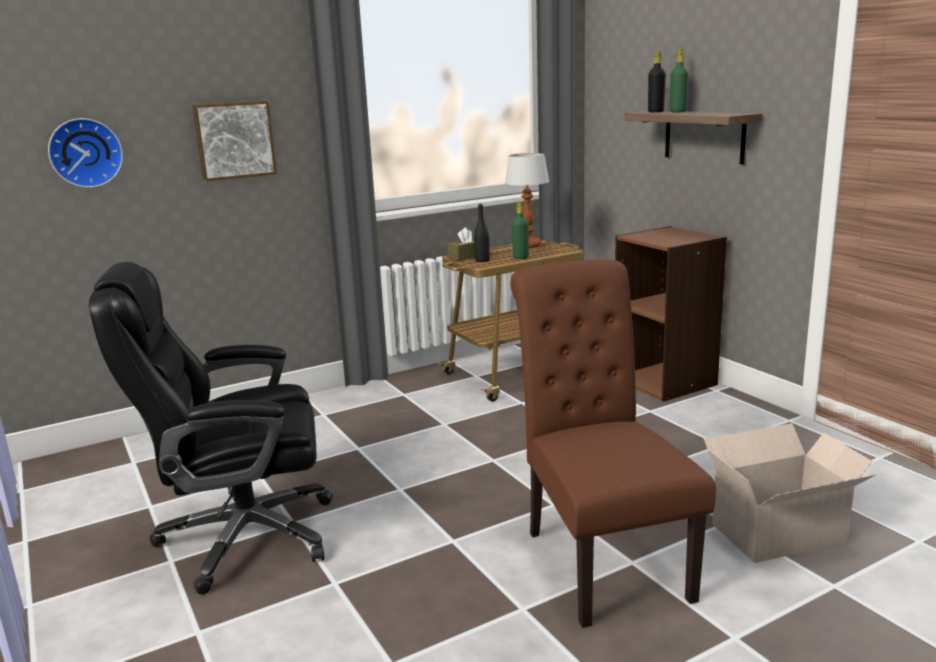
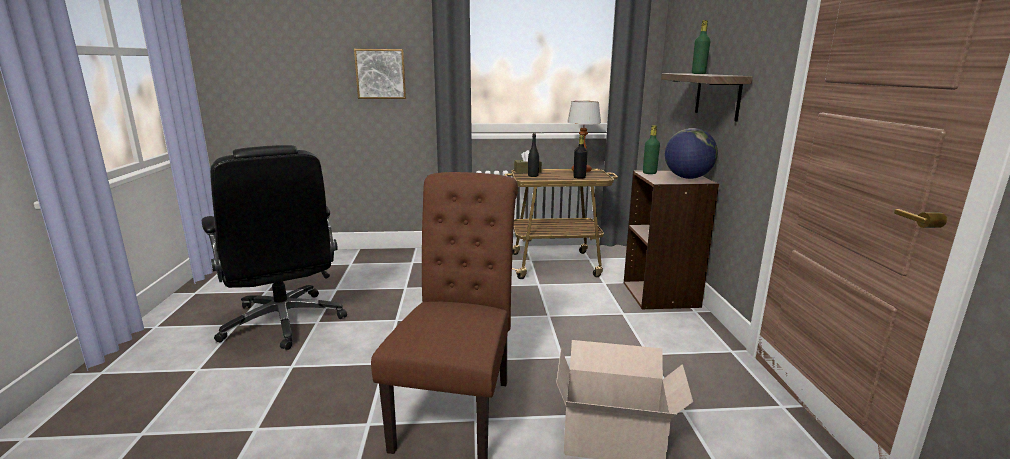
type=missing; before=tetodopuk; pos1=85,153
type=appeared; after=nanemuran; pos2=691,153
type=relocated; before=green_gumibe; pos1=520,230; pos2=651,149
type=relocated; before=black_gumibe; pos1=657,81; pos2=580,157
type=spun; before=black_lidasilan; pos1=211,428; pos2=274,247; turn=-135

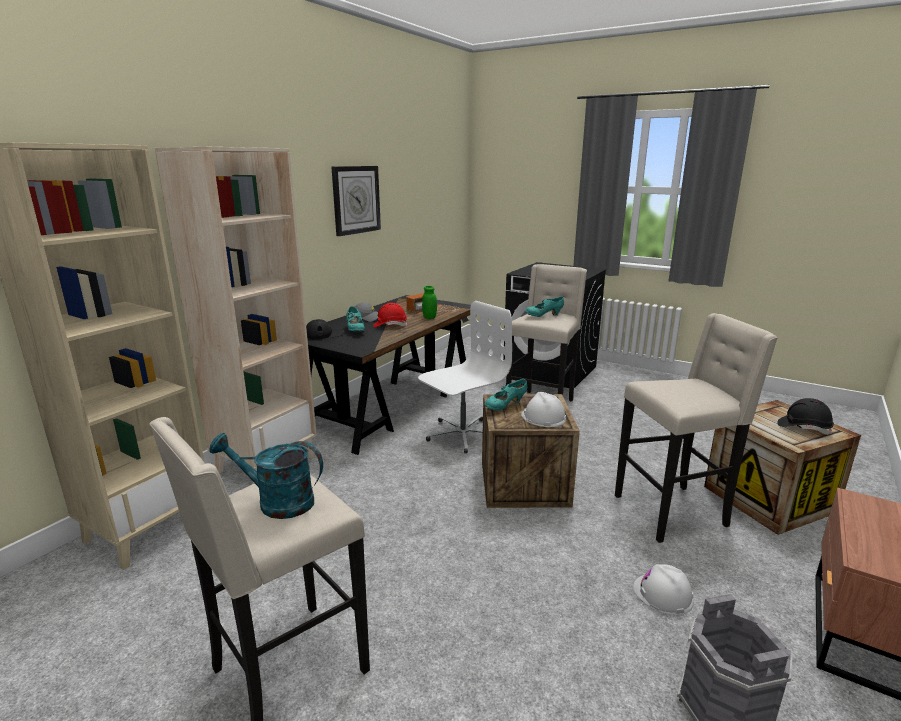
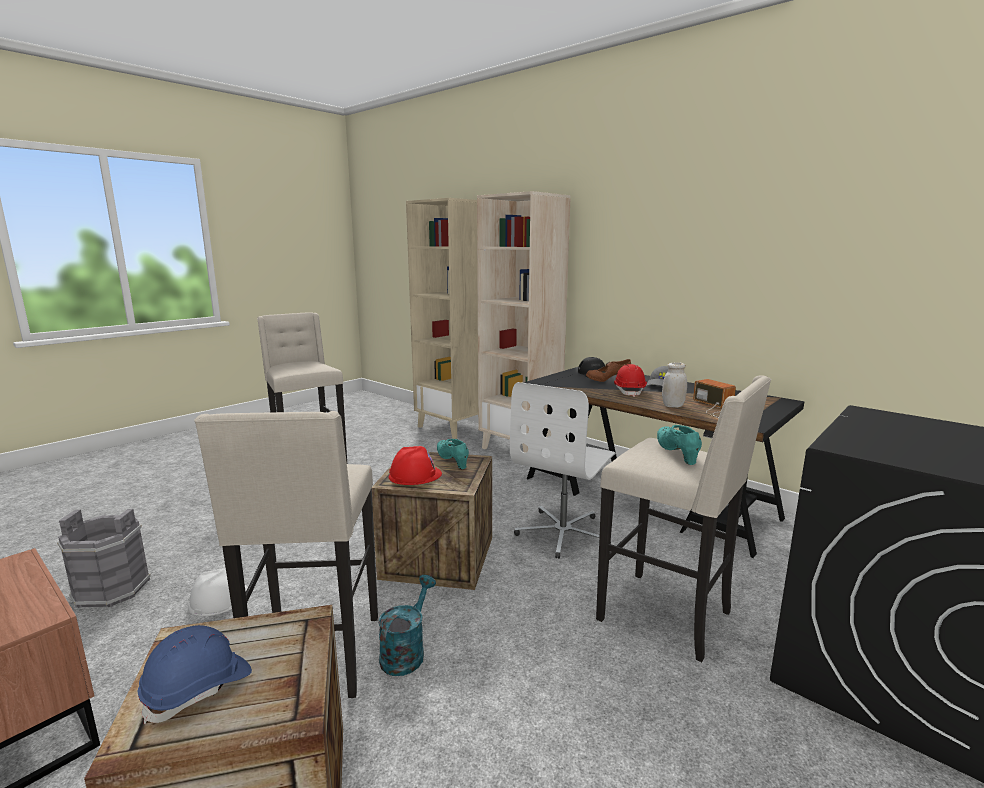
type=missing; before=tetodopuk; pos1=356,201
type=relocated; before=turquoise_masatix; pos1=266,476; pos2=407,625
type=colour; before=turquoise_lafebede; after=brown_lafebede; pos1=355,319; pos2=608,370
type=colour; before=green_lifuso; after=white_lifuso; pos1=429,302; pos2=674,384
type=colour; before=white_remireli; after=red_remireli; pos1=543,409; pos2=415,465
type=colour; before=black_remireli; after=blue_remireli; pos1=805,416; pos2=195,674
type=spun; before=white_lidasilan; pos1=465,377; pos2=563,470; turn=60

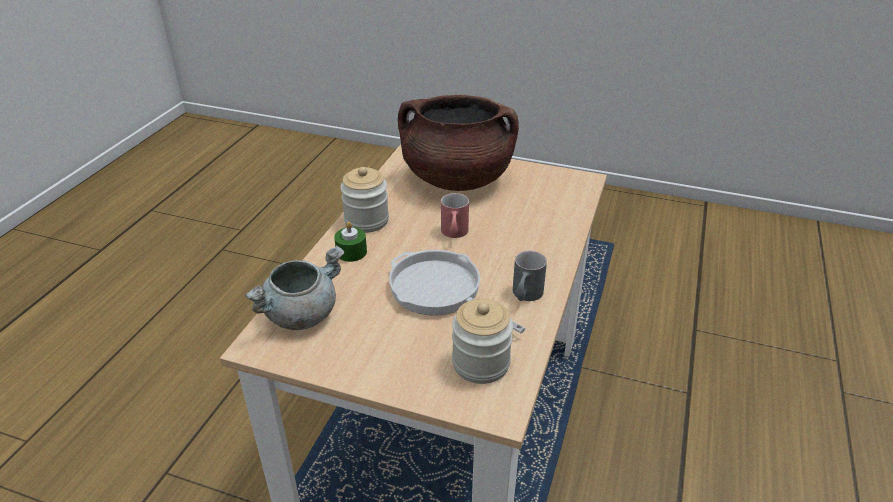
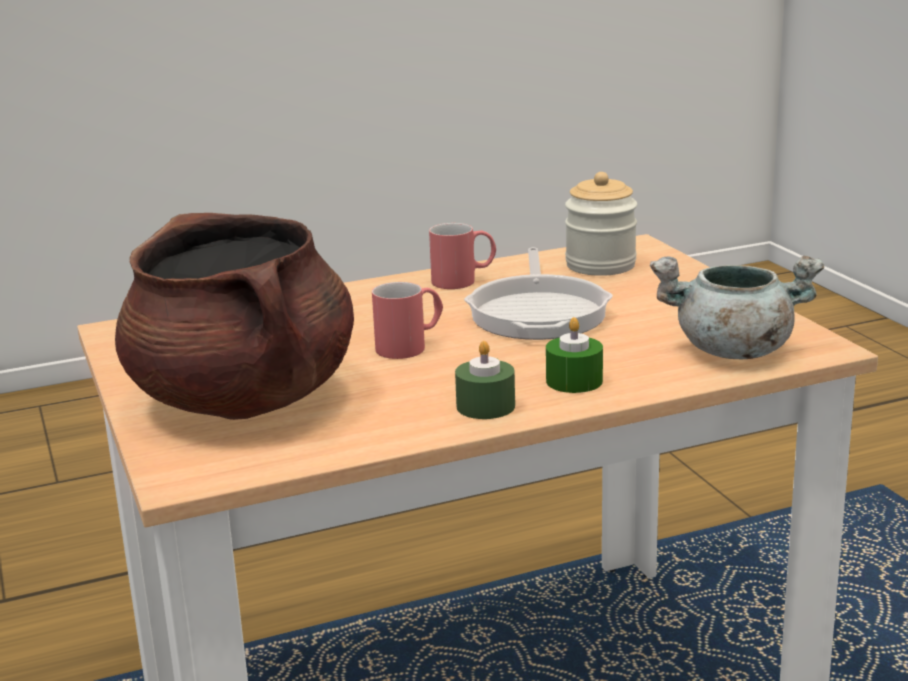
type=exchanged; before=lifuso; after=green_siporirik; pos1=364,200; pos2=485,380
type=colour; before=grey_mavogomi; after=red_mavogomi; pos1=530,276; pos2=462,256

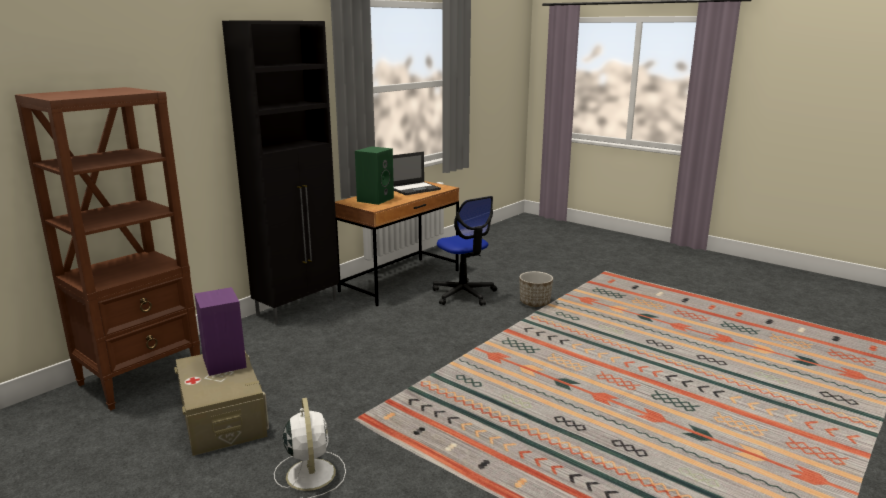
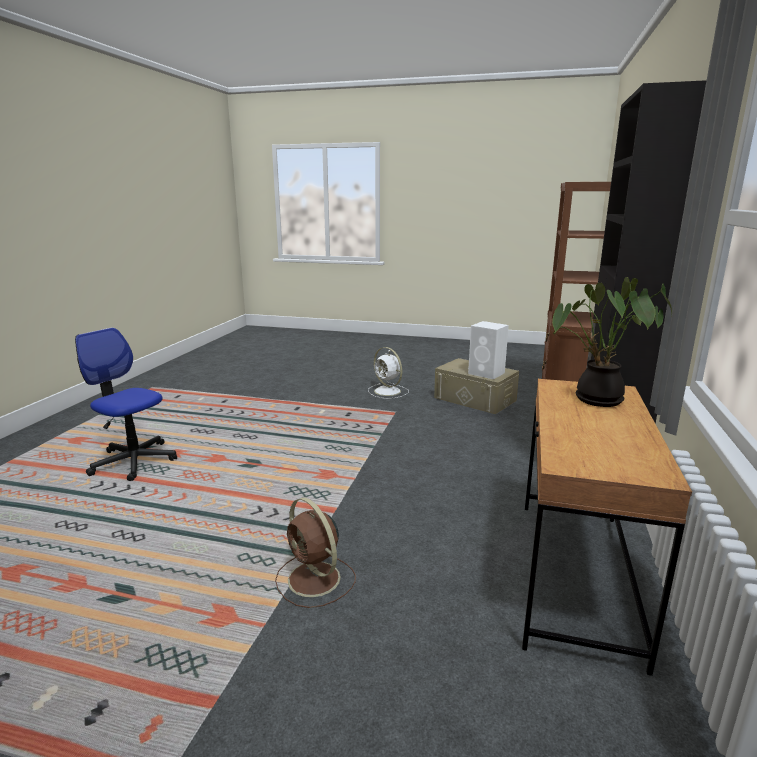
type=missing; before=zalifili; pos1=417,173
type=relocated; before=lidasilan; pos1=464,251; pos2=126,404
type=exchanged; before=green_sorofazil; after=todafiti; pos1=374,175; pos2=612,342
type=exchanged; before=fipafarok; after=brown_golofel; pos1=536,289; pos2=315,552
type=colour; before=purple_sorofazil; after=white_sorofazil; pos1=220,331; pos2=488,350

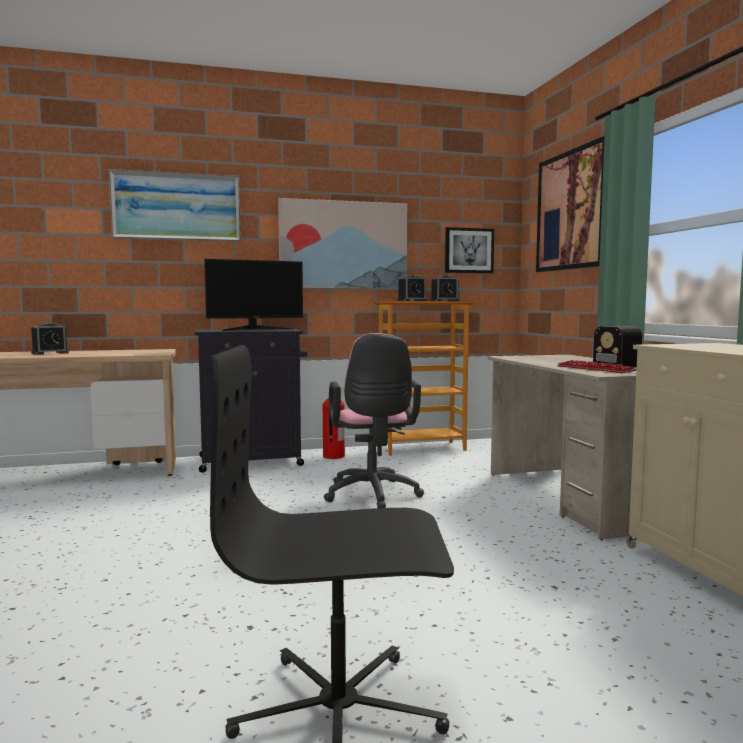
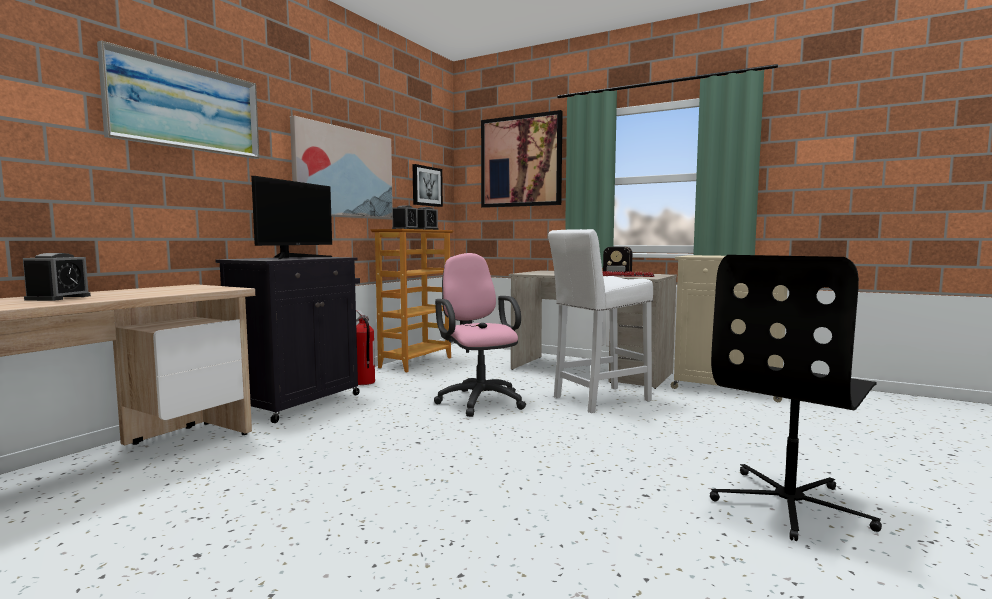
type=appeared; after=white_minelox; pos2=600,321
type=spun; before=pink_lidasilan; pos1=374,420; pos2=480,335; turn=-150

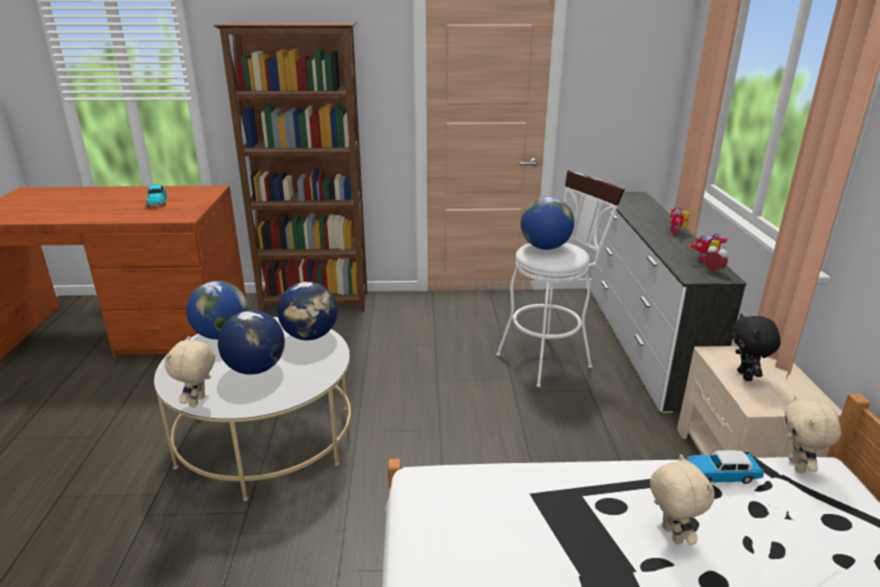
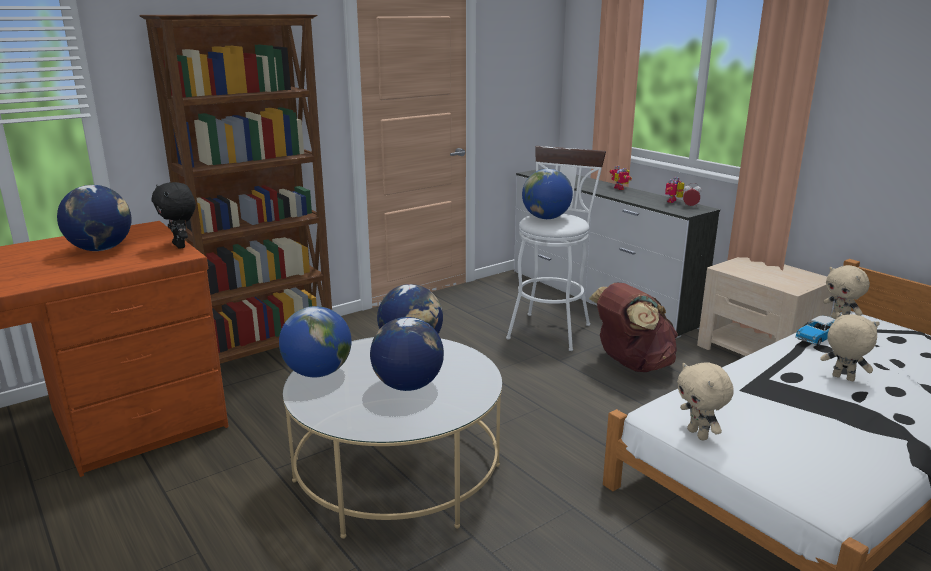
type=appeared; after=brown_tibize; pos2=633,327
type=relocated; before=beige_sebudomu; pos1=190,371; pos2=705,401
type=relocated; before=black_sebudomu; pos1=756,347; pos2=174,215
type=exchanged; before=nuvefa; after=nanemuran; pos1=156,195; pos2=94,218

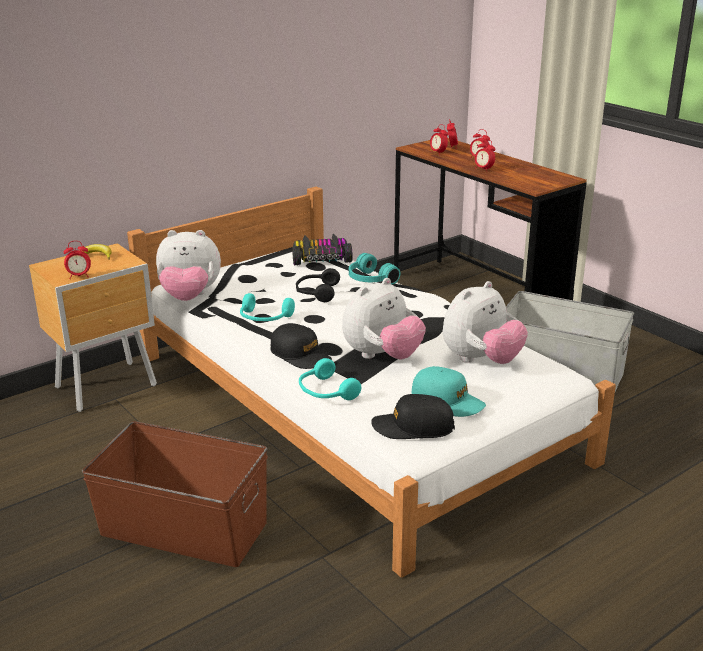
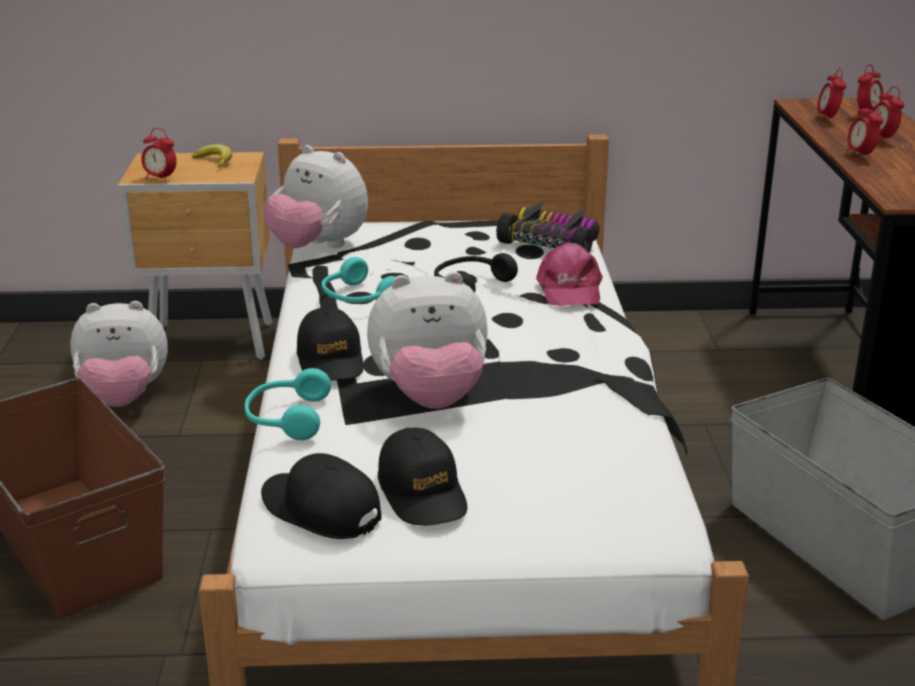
type=relocated; before=sebudomu; pos1=485,322; pos2=119,354
type=exchanged; before=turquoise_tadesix; after=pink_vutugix; pos1=374,269; pos2=569,274
type=colour; before=turquoise_vutugix; after=black_vutugix; pos1=448,391; pos2=422,477

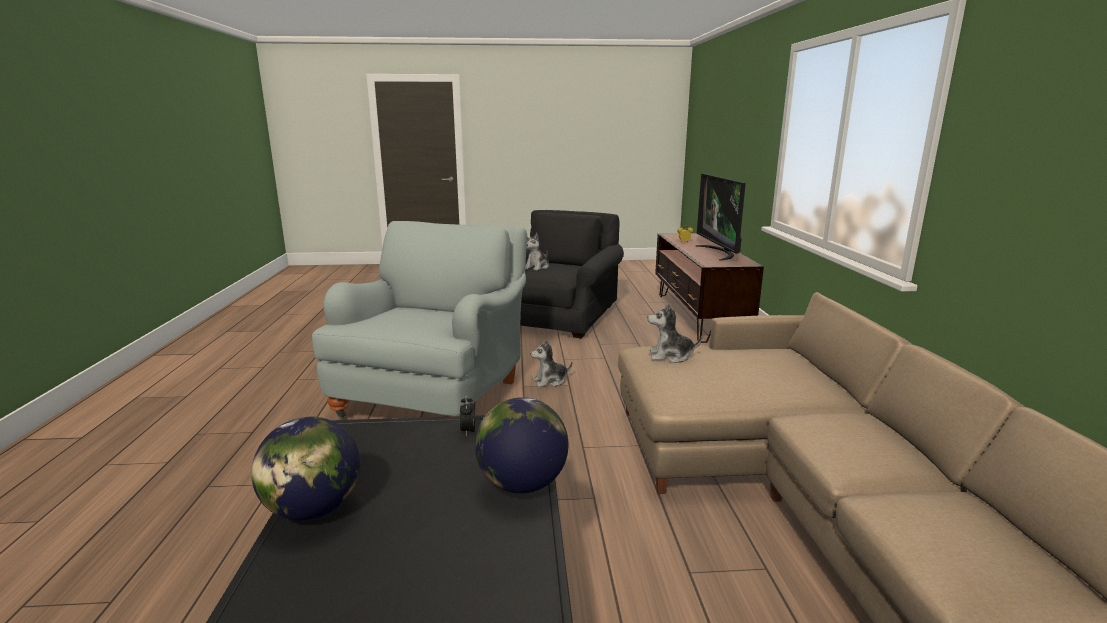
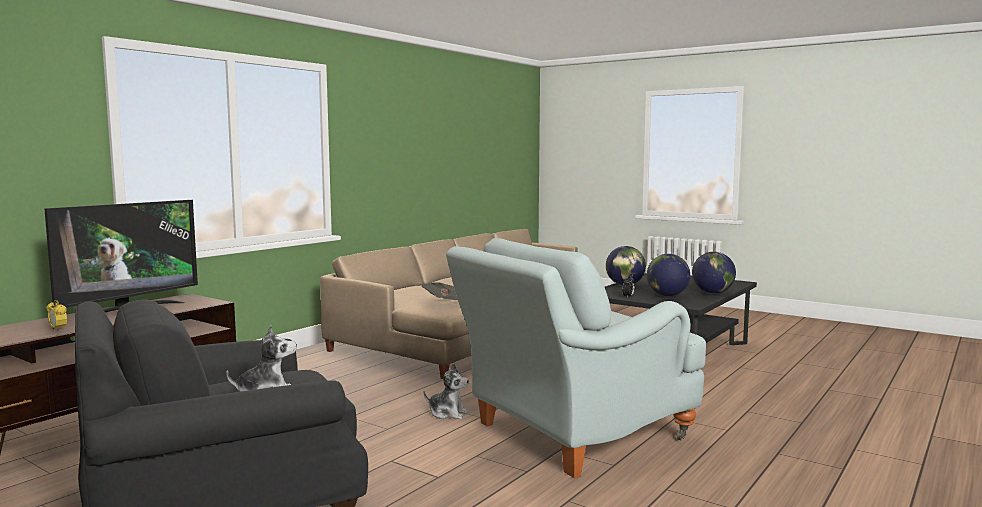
type=appeared; after=nanemuran; pos2=668,275
type=exchanged; before=sebudomu; after=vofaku; pos1=675,333; pos2=439,291

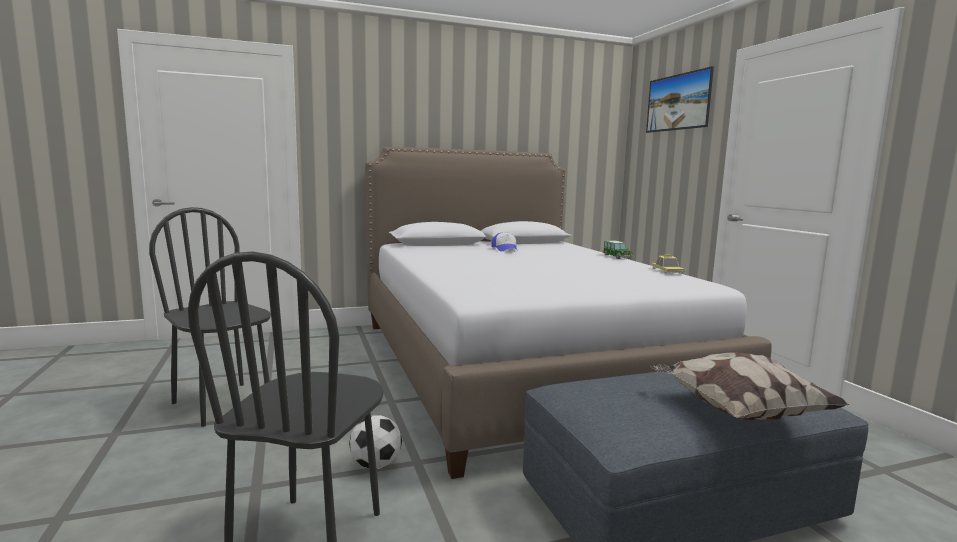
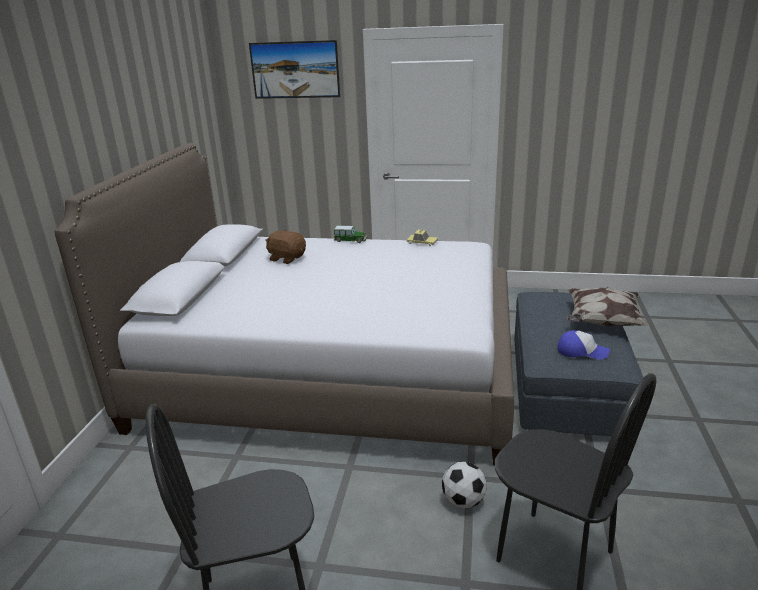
type=appeared; after=brown_sebudomu; pos2=285,247
type=relocated; before=vutugix; pos1=504,242; pos2=584,345

